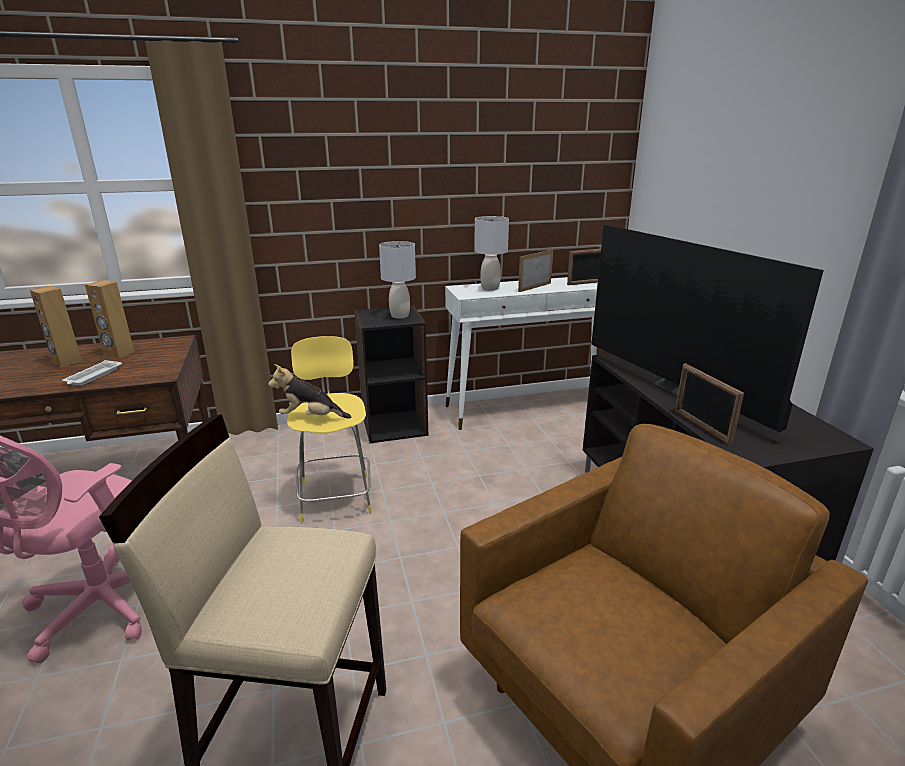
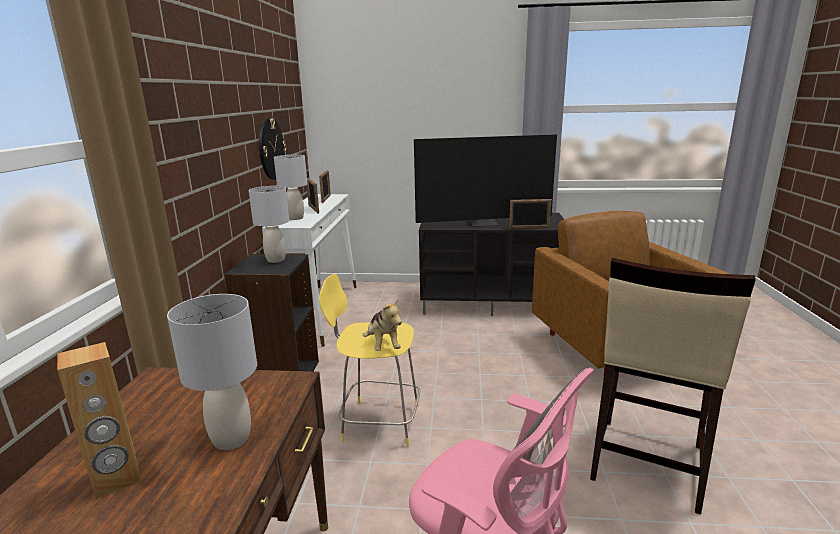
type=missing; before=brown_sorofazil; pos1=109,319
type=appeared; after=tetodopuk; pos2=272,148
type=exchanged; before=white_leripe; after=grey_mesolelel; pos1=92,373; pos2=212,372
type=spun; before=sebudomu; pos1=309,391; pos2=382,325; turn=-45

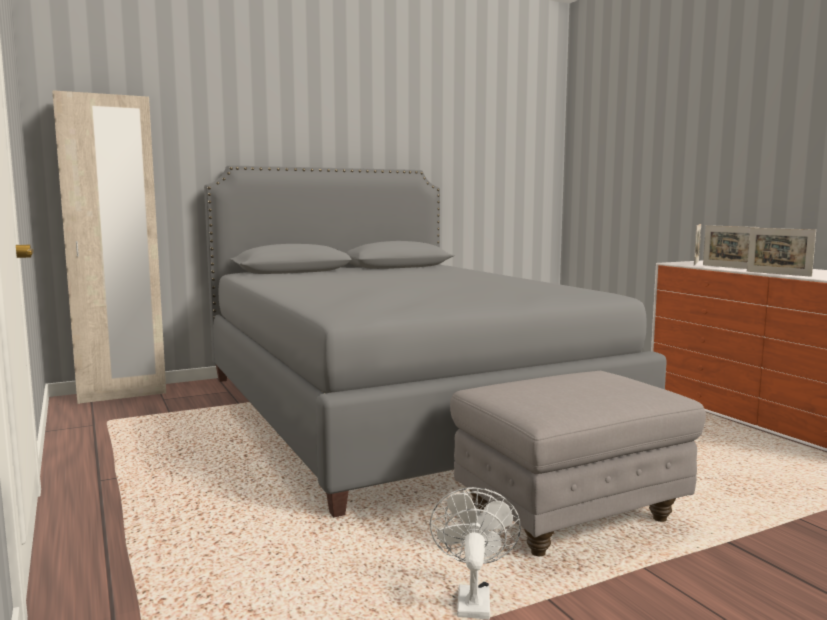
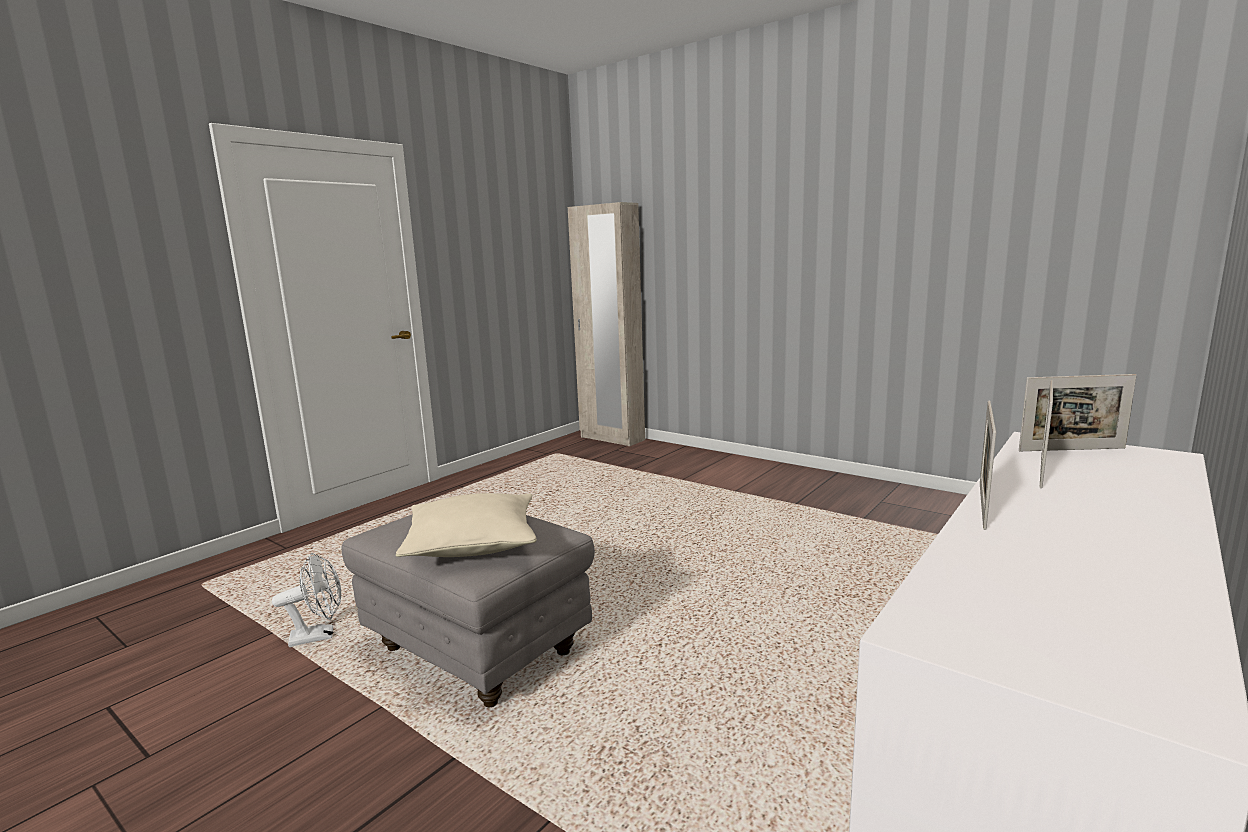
type=missing; before=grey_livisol; pos1=435,341
type=appeared; after=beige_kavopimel; pos2=466,525

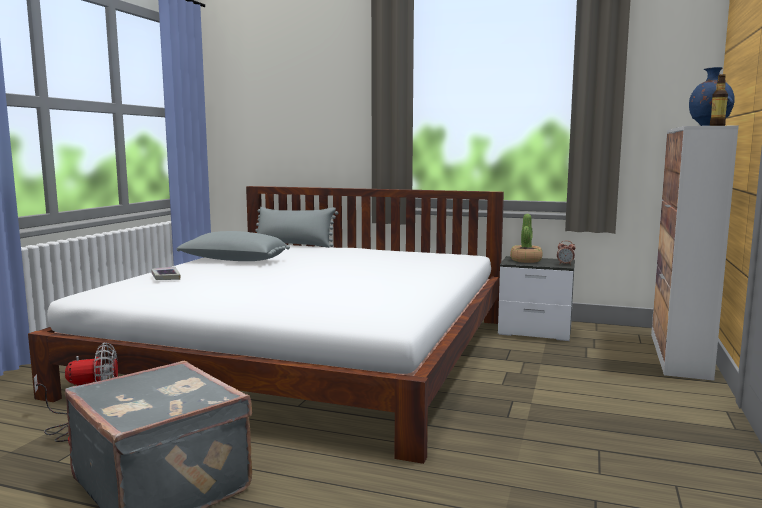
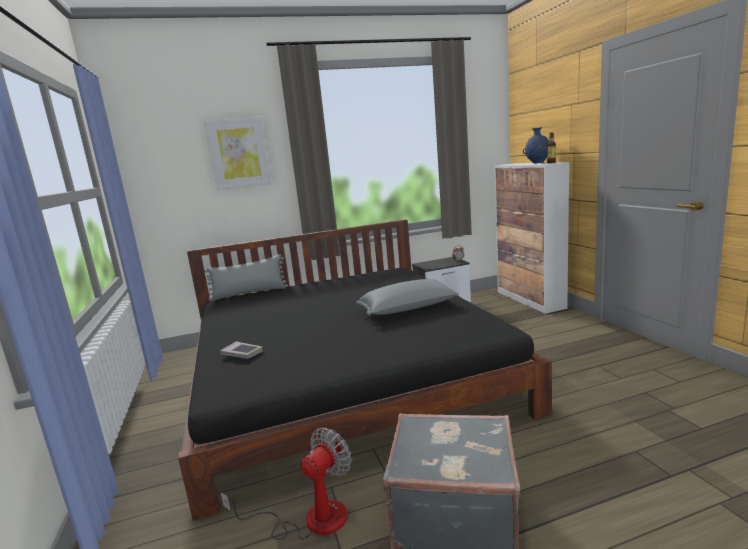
type=missing; before=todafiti; pos1=526,238
type=appeared; after=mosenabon; pos2=238,153
type=relocated; before=grey_kavopimel; pos1=233,246; pos2=407,297
type=colour; before=white_livisol; after=black_livisol; pos1=266,325; pos2=365,369

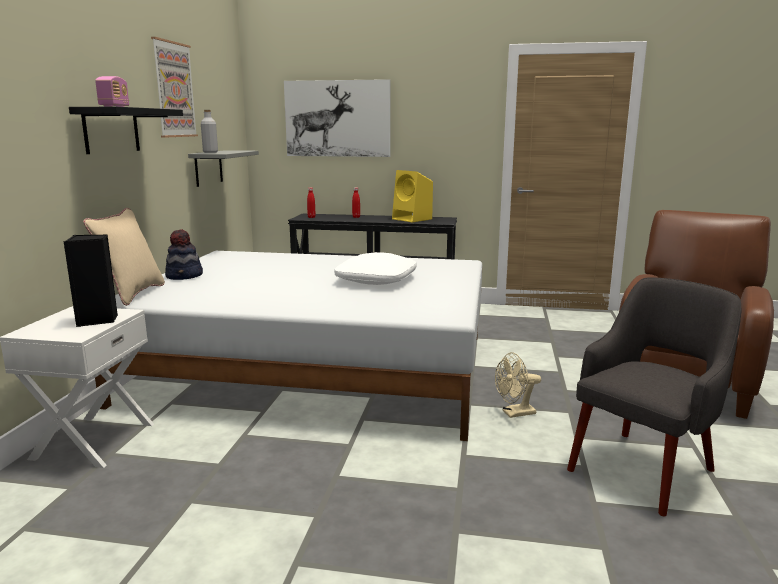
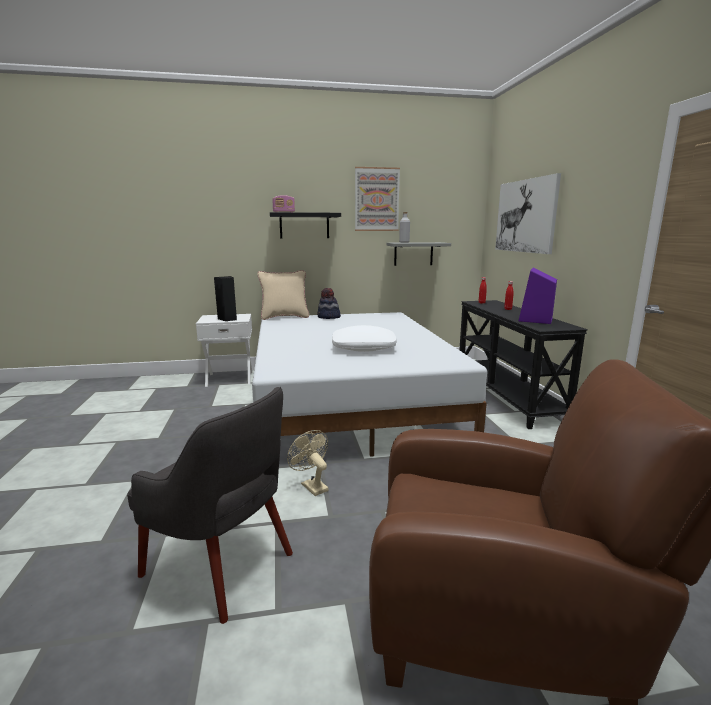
type=colour; before=yellow_sorofazil; after=purple_sorofazil; pos1=412,196; pos2=538,295

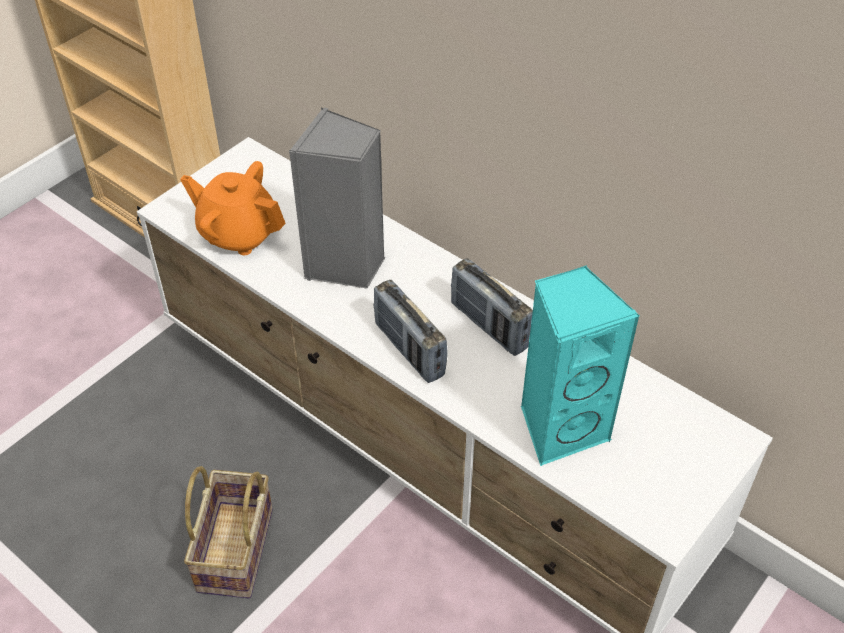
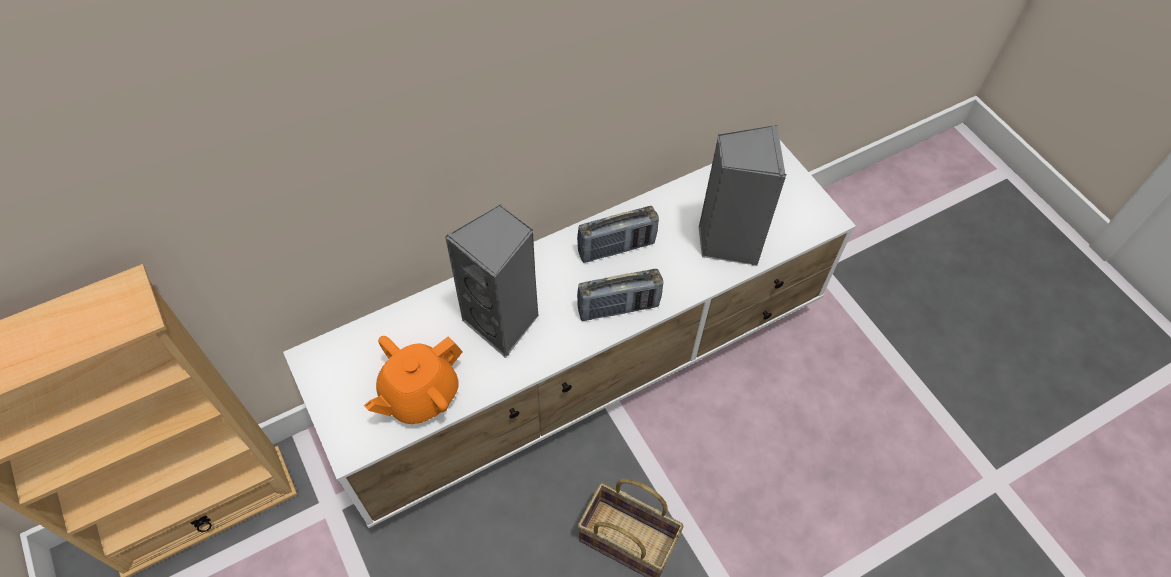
type=colour; before=turquoise_sorofazil; after=grey_sorofazil; pos1=580,365; pos2=742,195

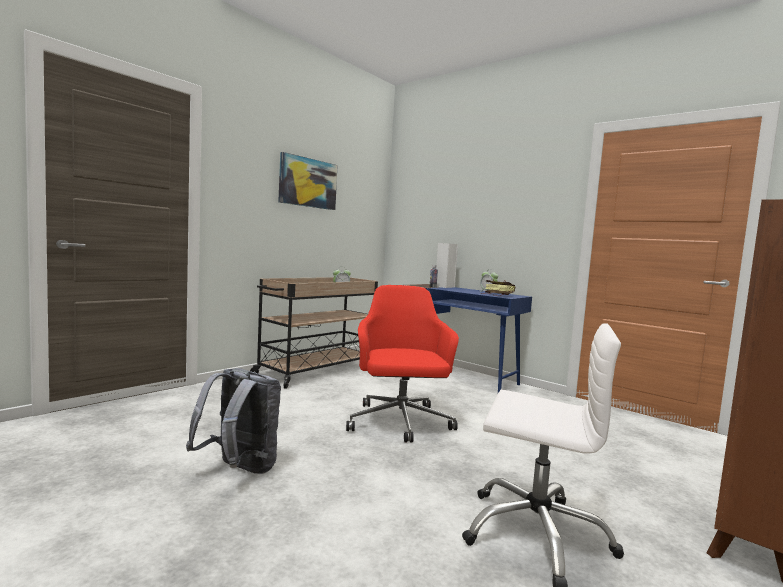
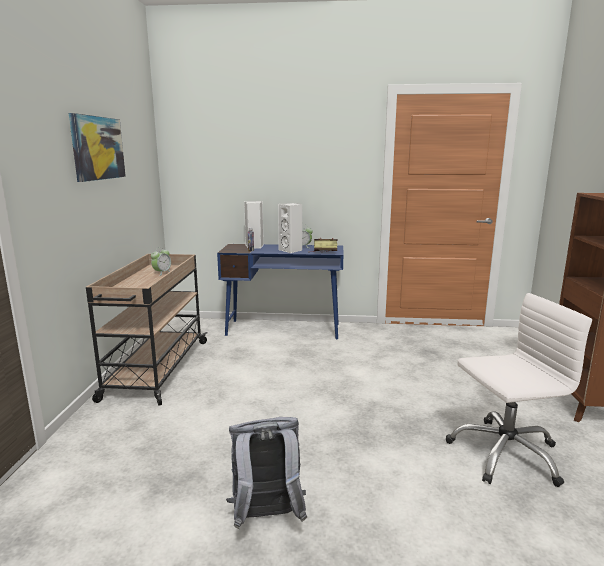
type=missing; before=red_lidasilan; pos1=402,364
type=appeared; after=white_sorofazil; pos2=290,228

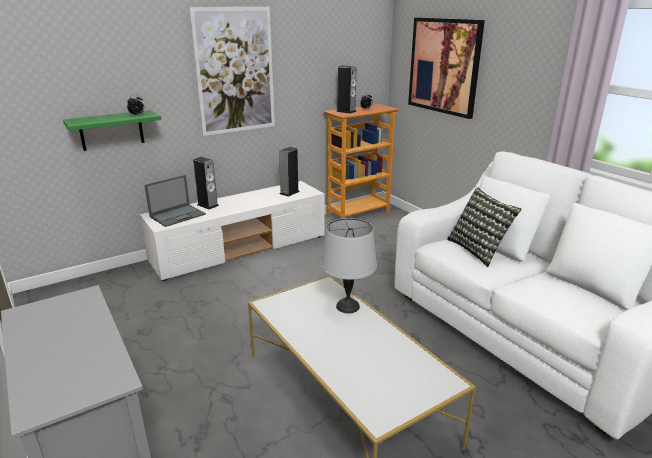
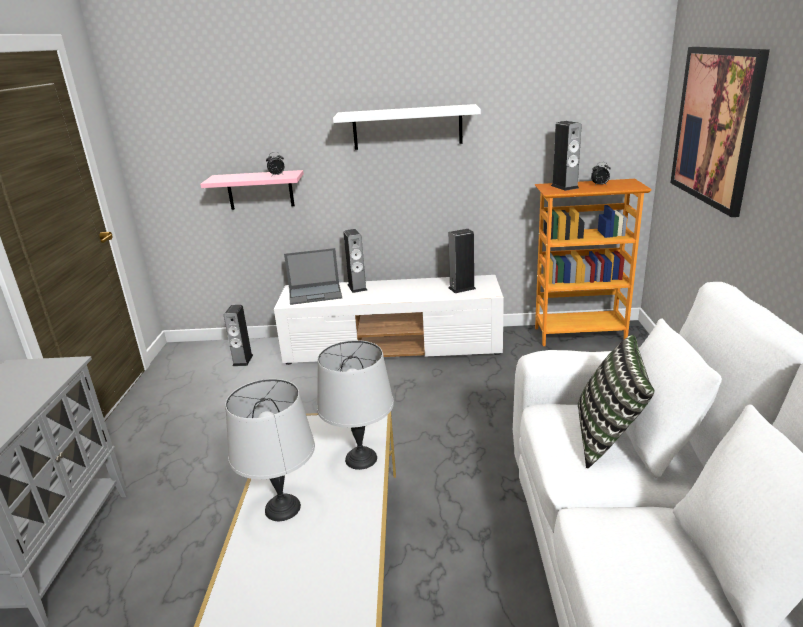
type=appeared; after=sorofazil; pos2=238,335
type=appeared; after=grey_mesolelel; pos2=270,450
type=exchanged; before=mosenabon; after=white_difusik; pos1=232,71; pos2=407,127
type=colour; before=green_difusik; after=pink_difusik; pos1=112,130; pos2=252,190

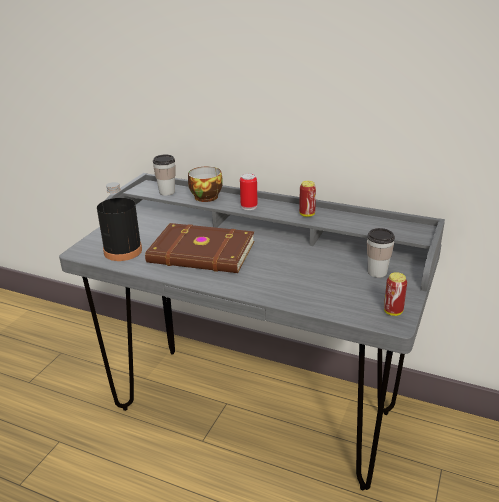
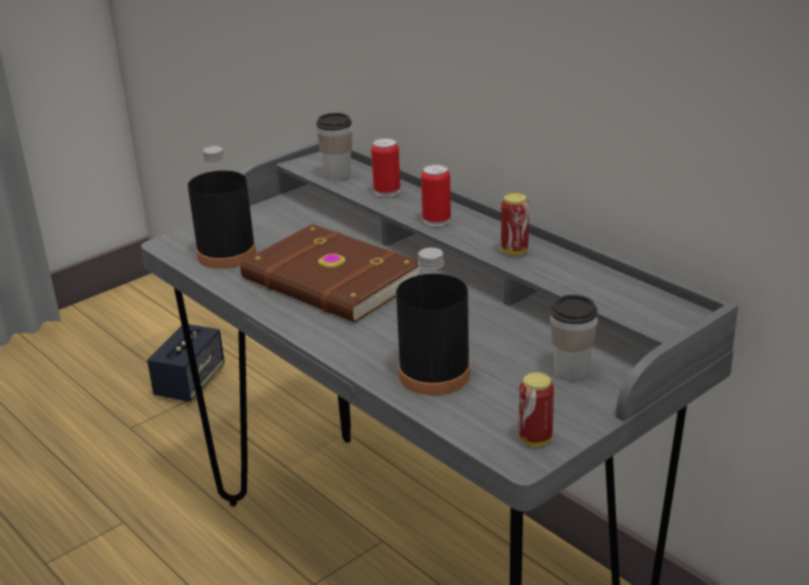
type=appeared; after=sorofazil; pos2=186,363
type=appeared; after=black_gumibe; pos2=433,321
type=exchanged; before=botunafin; after=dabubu; pos1=205,184; pos2=385,167

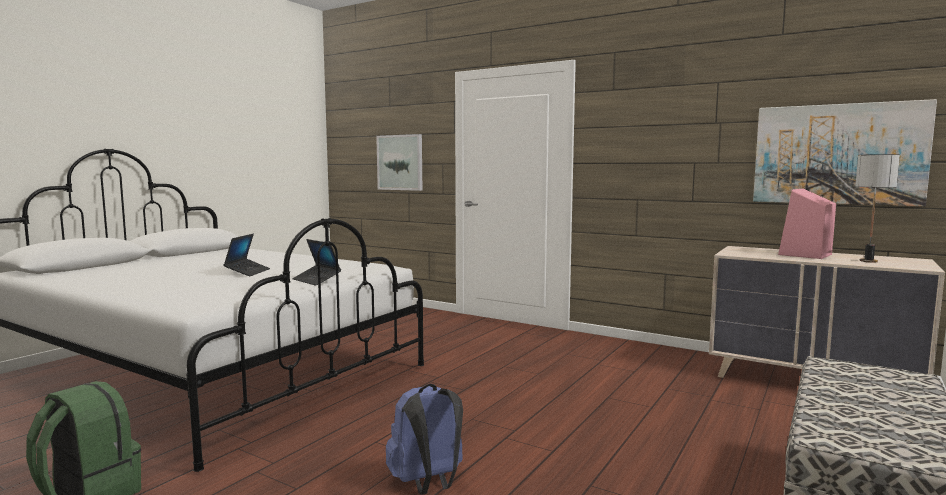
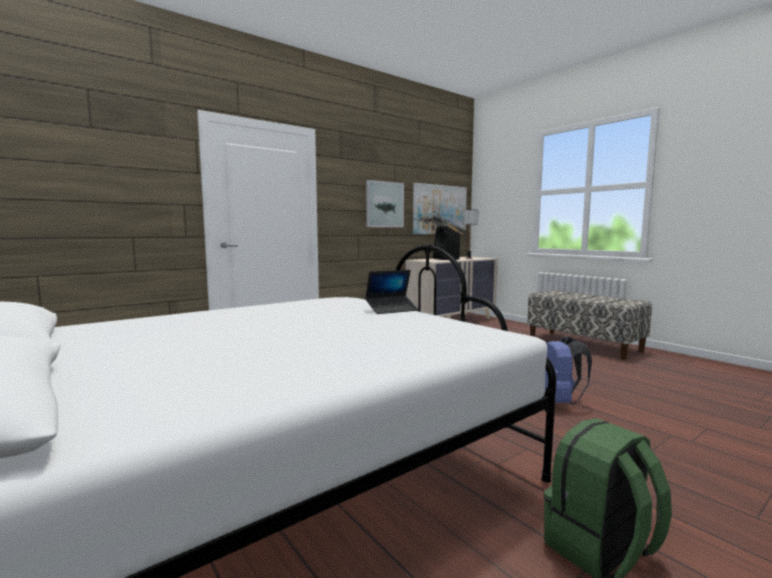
type=missing; before=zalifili; pos1=246,255
type=relocated; before=mosenabon; pos1=399,162; pos2=385,203
type=colour; before=pink_sorofazil; after=black_sorofazil; pos1=807,224; pos2=446,243

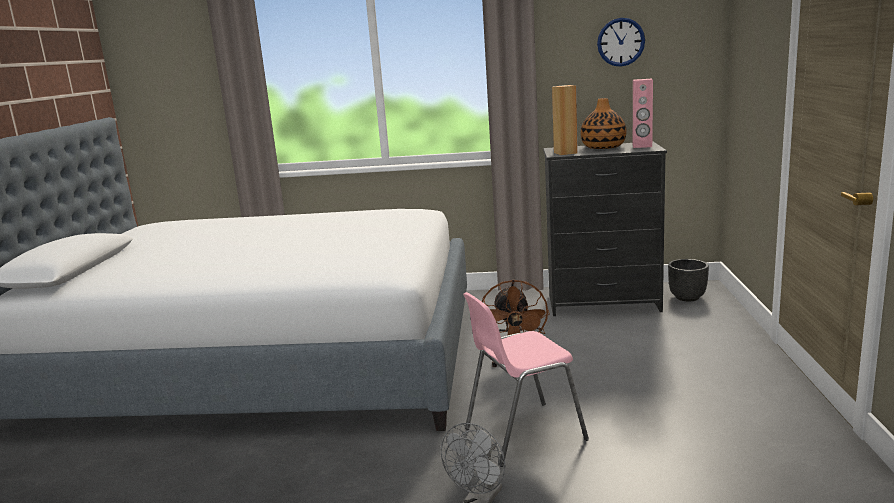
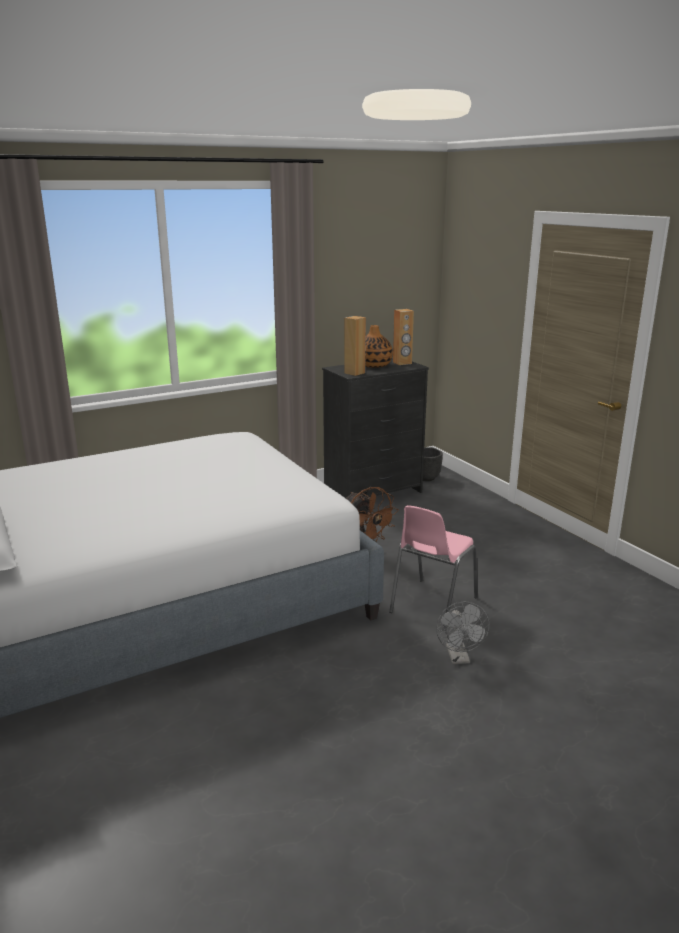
type=missing; before=tetodopuk; pos1=621,42
type=colour; before=pink_sorofazil; after=brown_sorofazil; pos1=643,113; pos2=403,337

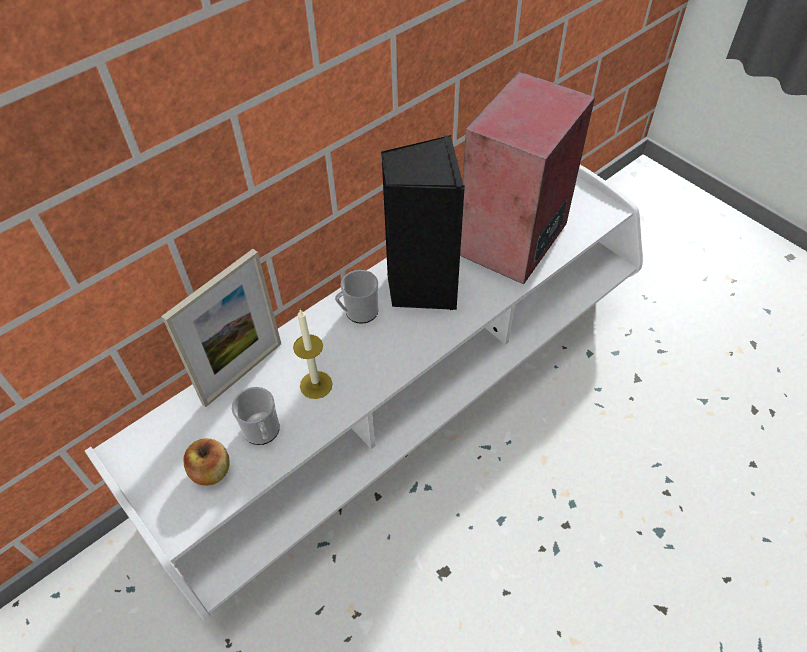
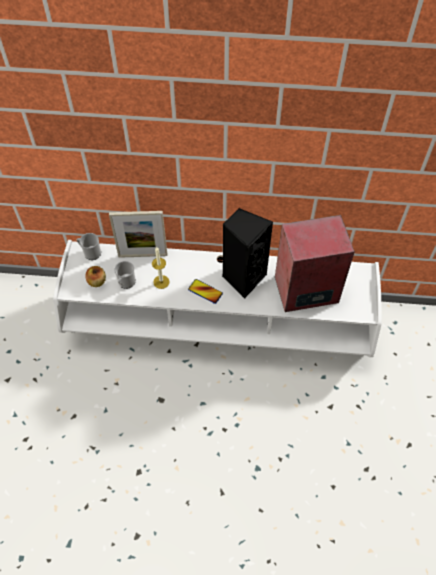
type=appeared; after=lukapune; pos2=205,291
type=relocated; before=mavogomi; pos1=356,297; pos2=89,246

